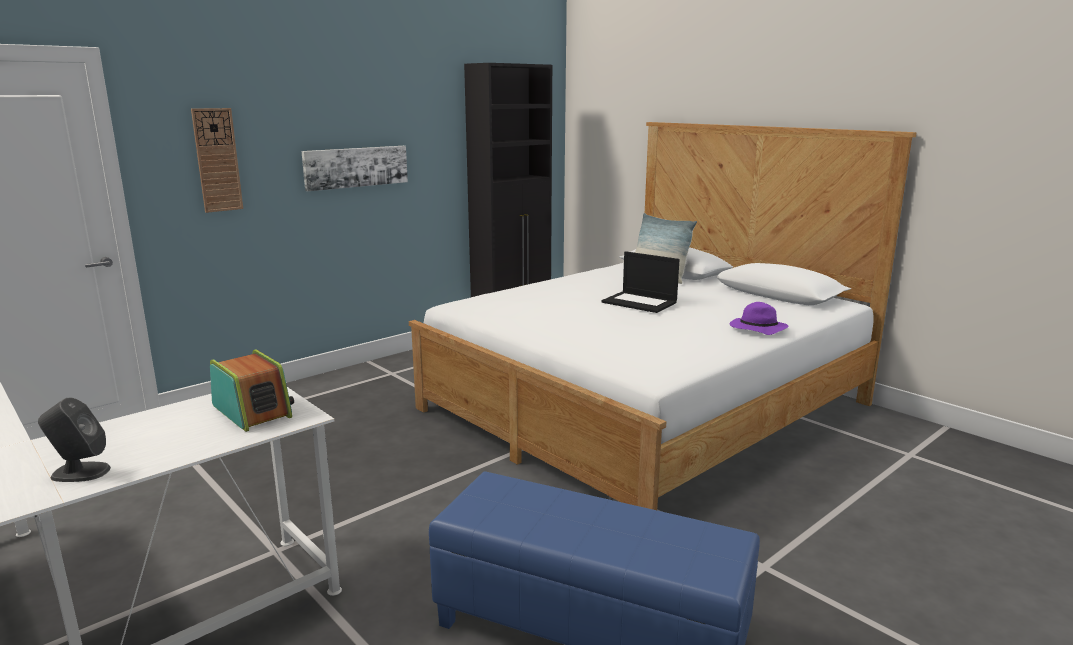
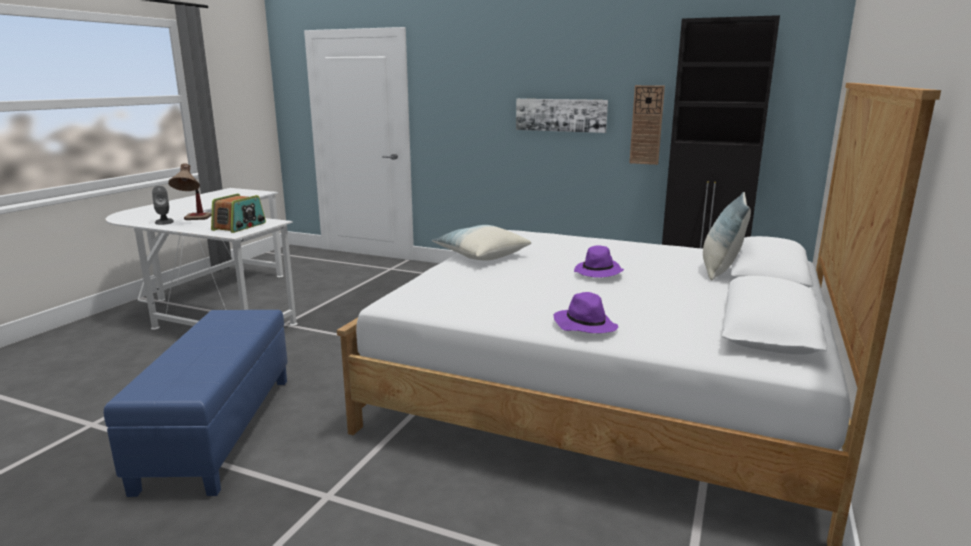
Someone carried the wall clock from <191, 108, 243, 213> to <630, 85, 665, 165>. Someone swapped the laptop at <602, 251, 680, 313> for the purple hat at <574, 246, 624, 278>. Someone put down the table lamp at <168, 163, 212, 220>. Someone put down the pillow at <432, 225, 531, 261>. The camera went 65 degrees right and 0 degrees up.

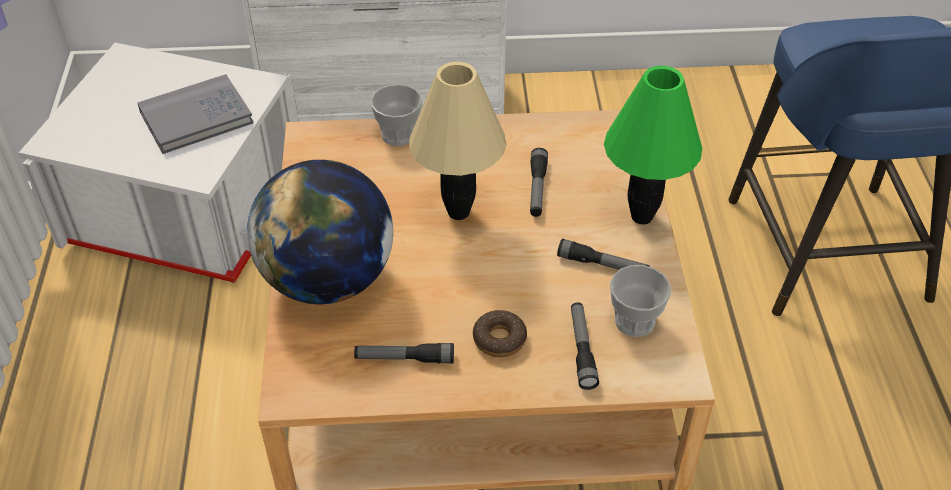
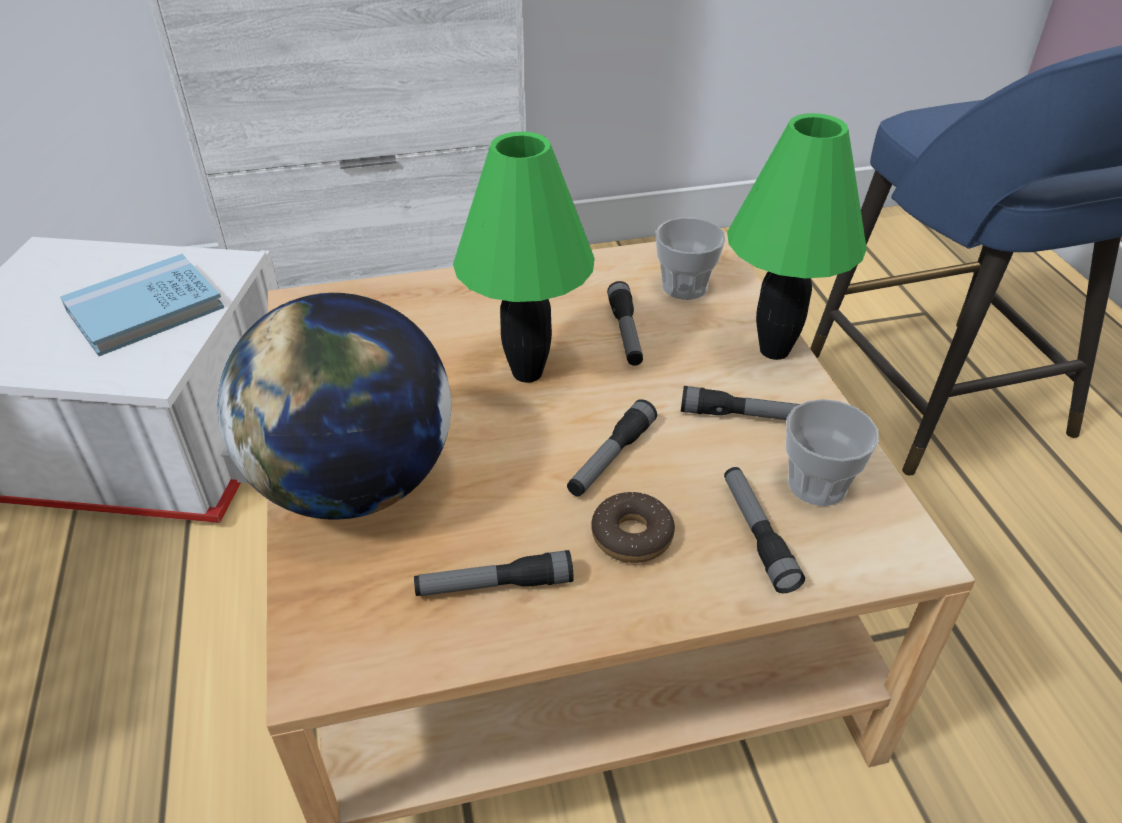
Someone repainted the beige table lamp at <409, 62, 506, 220>, which became the green table lamp at <453, 132, 595, 383>. Someone repainted the grey book at <137, 74, 253, 154>, which became the blue book at <60, 254, 224, 356>. Someone carried the cup from <370, 84, 422, 146> to <656, 217, 725, 300>. Someone put down the flashlight at <567, 399, 657, 496>. The camera went 10 degrees left and 5 degrees down.

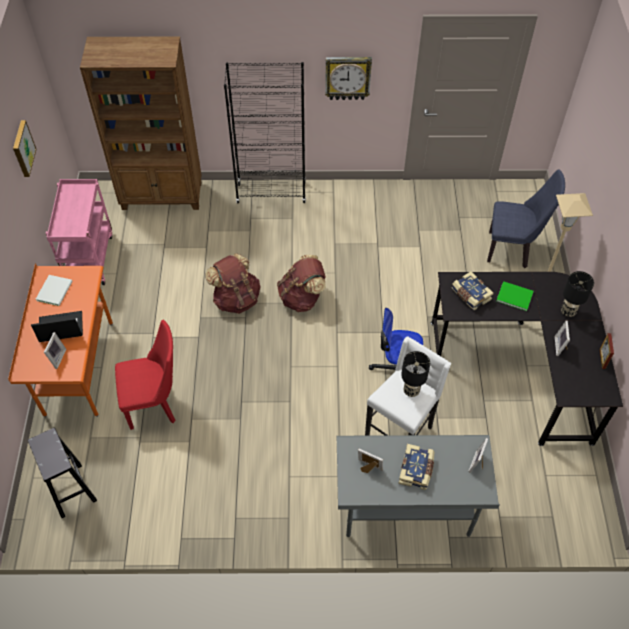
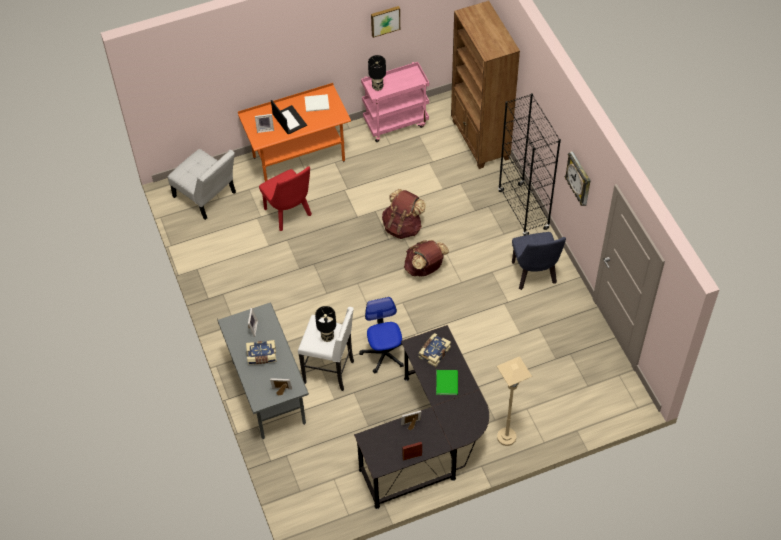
Someone carried the blue chair from <487, 169, 565, 268> to <512, 232, 566, 290>. Someone carried the black table lamp from <561, 271, 594, 317> to <368, 55, 386, 91>. Someone swapped the black stool at <28, 428, 97, 518> for the white chair at <168, 149, 236, 220>. The camera went 70 degrees right and 0 degrees up.

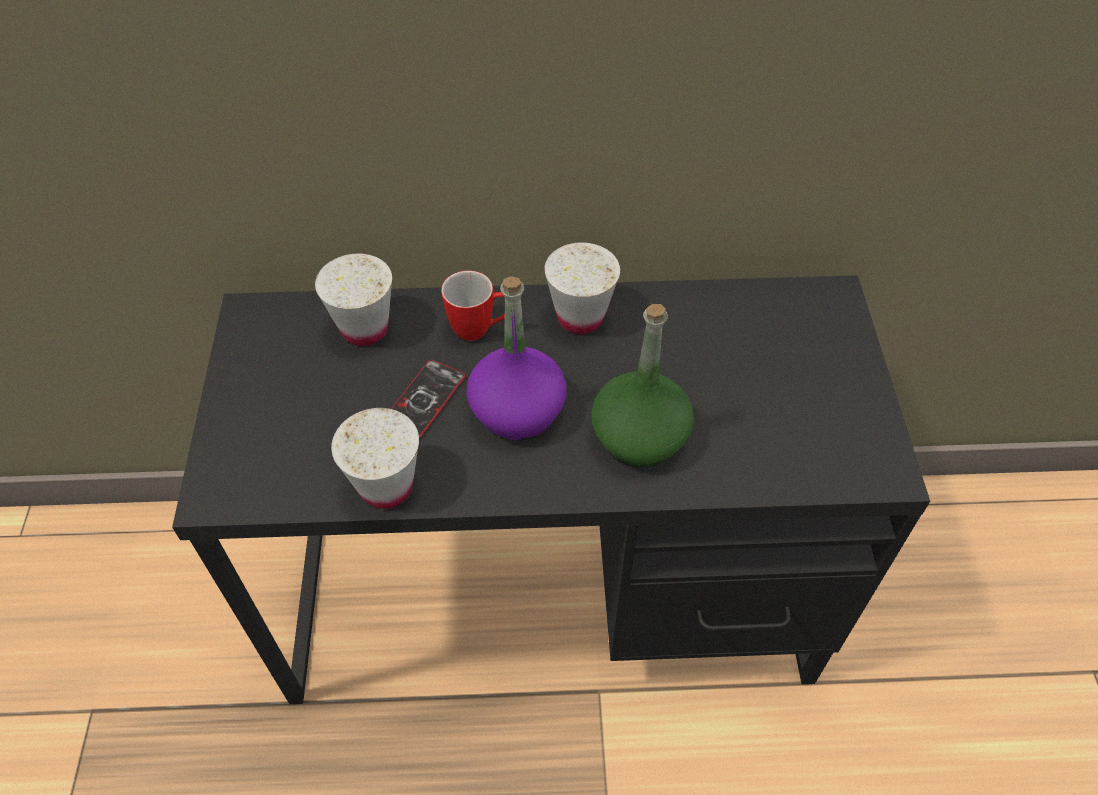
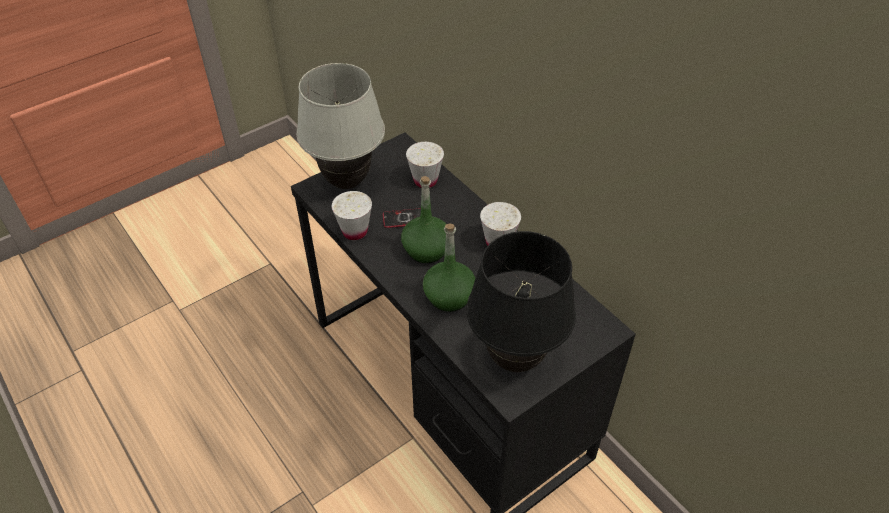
Someone took away the mug at <441, 270, 505, 341>. Someone repainted the purple bottle at <467, 276, 567, 440>, which became the green bottle at <401, 176, 446, 263>. Someone put down the white table lamp at <296, 63, 385, 189>. Someone put down the black table lamp at <467, 231, 576, 372>. The camera went 55 degrees right and 5 degrees down.

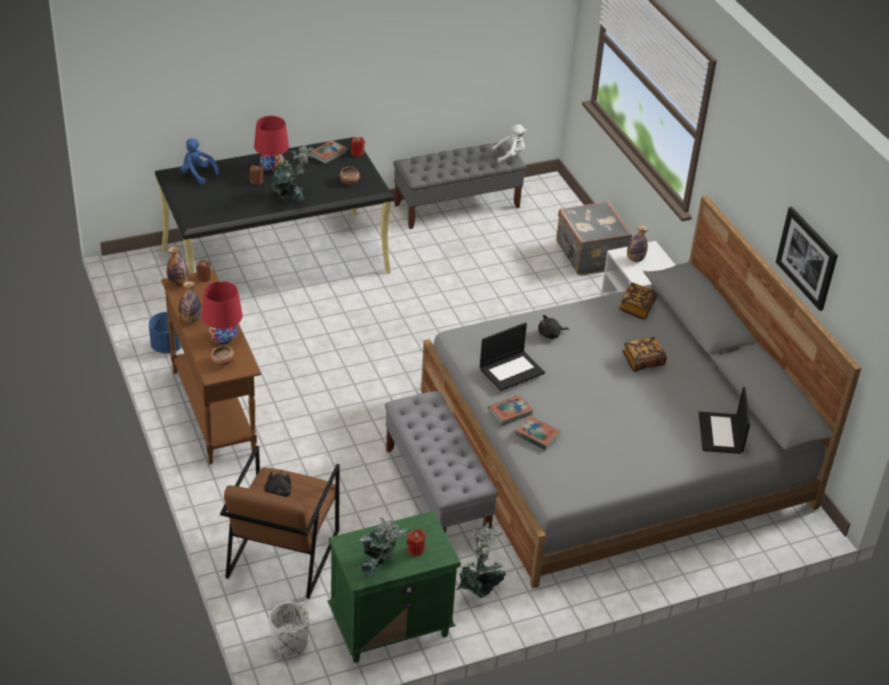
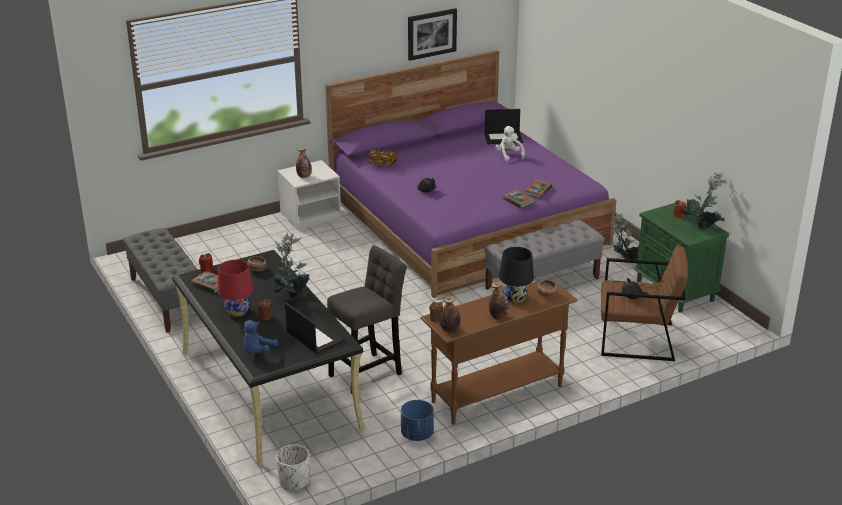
Someone carried the white plush toy from <492, 125, 527, 163> to <495, 126, 525, 161>. Someone repainted the grey bed at <421, 196, 861, 589>, which became the purple bed at <325, 50, 616, 298>. Someone took away the grey suitcase at <556, 201, 632, 276>. Someone repainted the red table lamp at <202, 281, 243, 344>, which became the black table lamp at <499, 247, 534, 303>. Someone carried the laptop from <480, 322, 545, 391> to <285, 302, 345, 354>. Someone took away the book at <622, 337, 667, 372>. Someone carried the white planter from <269, 602, 309, 655> to <275, 444, 309, 490>. Someone put down the grey stool at <327, 245, 407, 394>. The camera went 95 degrees left and 10 degrees down.

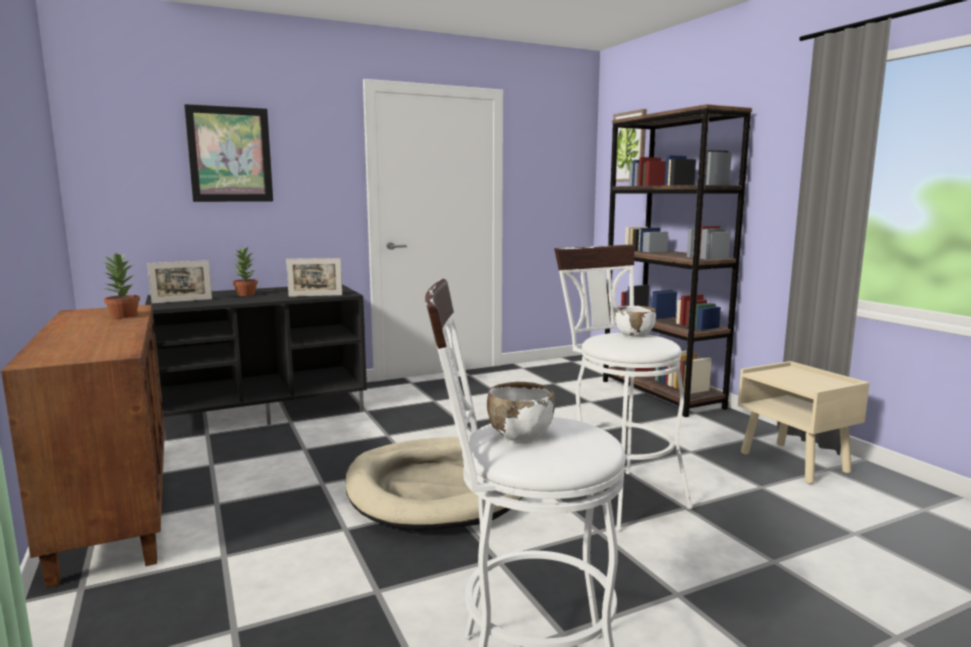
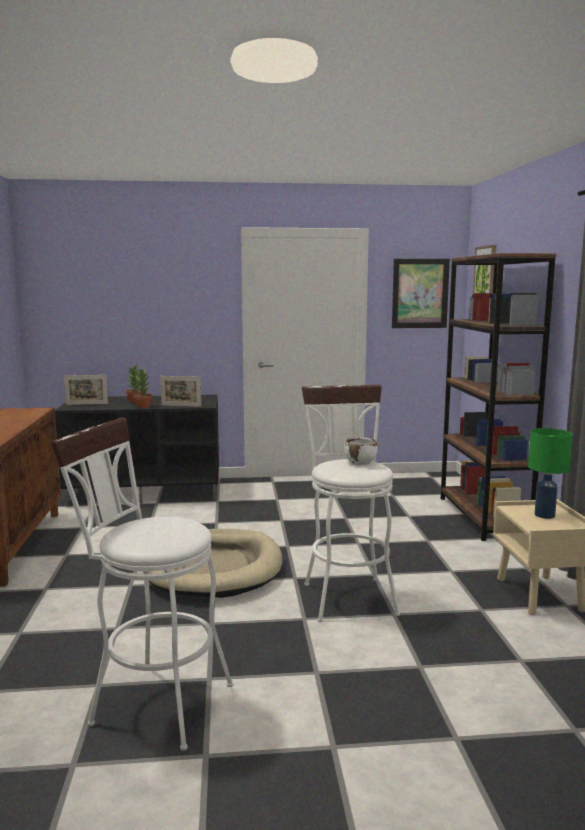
Someone carried the picture from <184, 104, 273, 202> to <392, 259, 450, 328>. Someone carried the potted plant from <102, 253, 140, 318> to <133, 369, 153, 408>. Someone took away the white bowl at <487, 382, 555, 442>. Someone put down the green table lamp at <528, 428, 573, 519>. The camera went 20 degrees right and 0 degrees up.

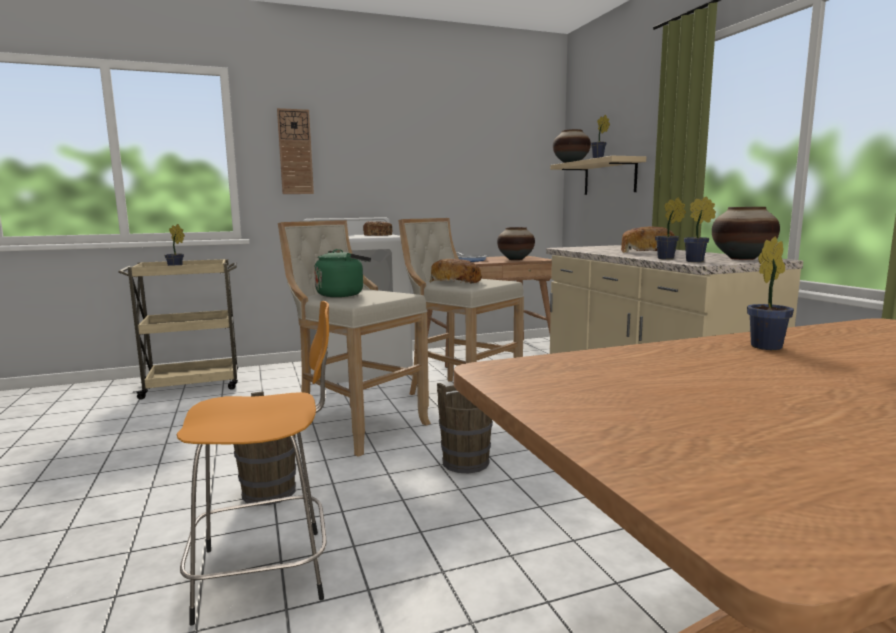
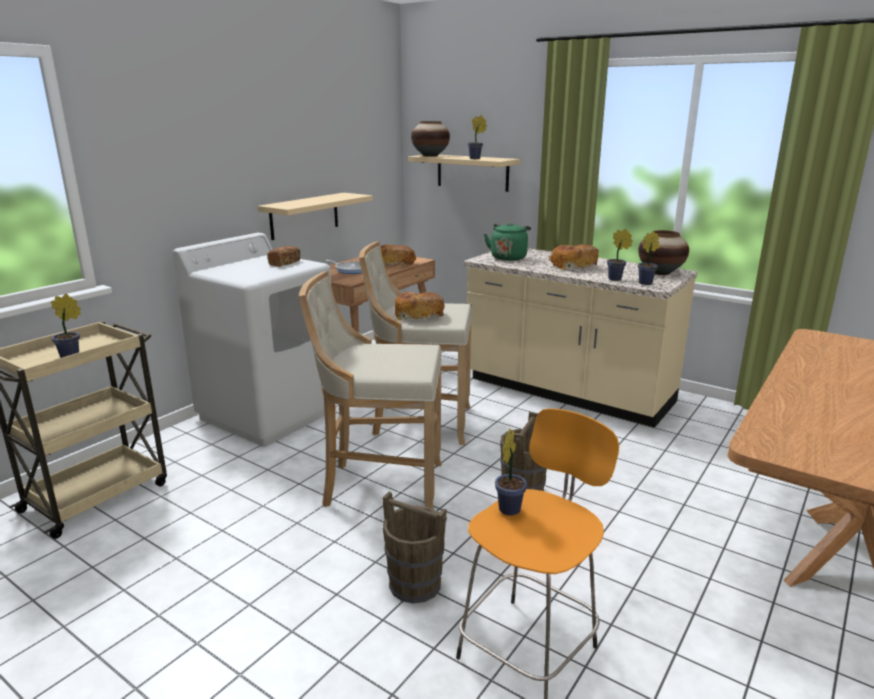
Someone took away the wall clock at <277, 108, 314, 194>. Someone swapped the vase at <497, 227, 535, 260> for the bread at <381, 244, 416, 265>. Someone carried the potted plant from <747, 236, 794, 350> to <495, 429, 527, 515>. Someone carried the green kettle from <314, 249, 371, 297> to <484, 223, 531, 261>. Someone put up the beige shelf at <258, 193, 373, 240>. The camera went 35 degrees left and 10 degrees up.

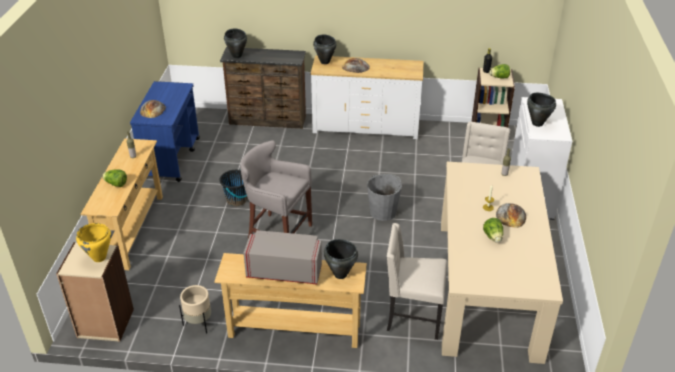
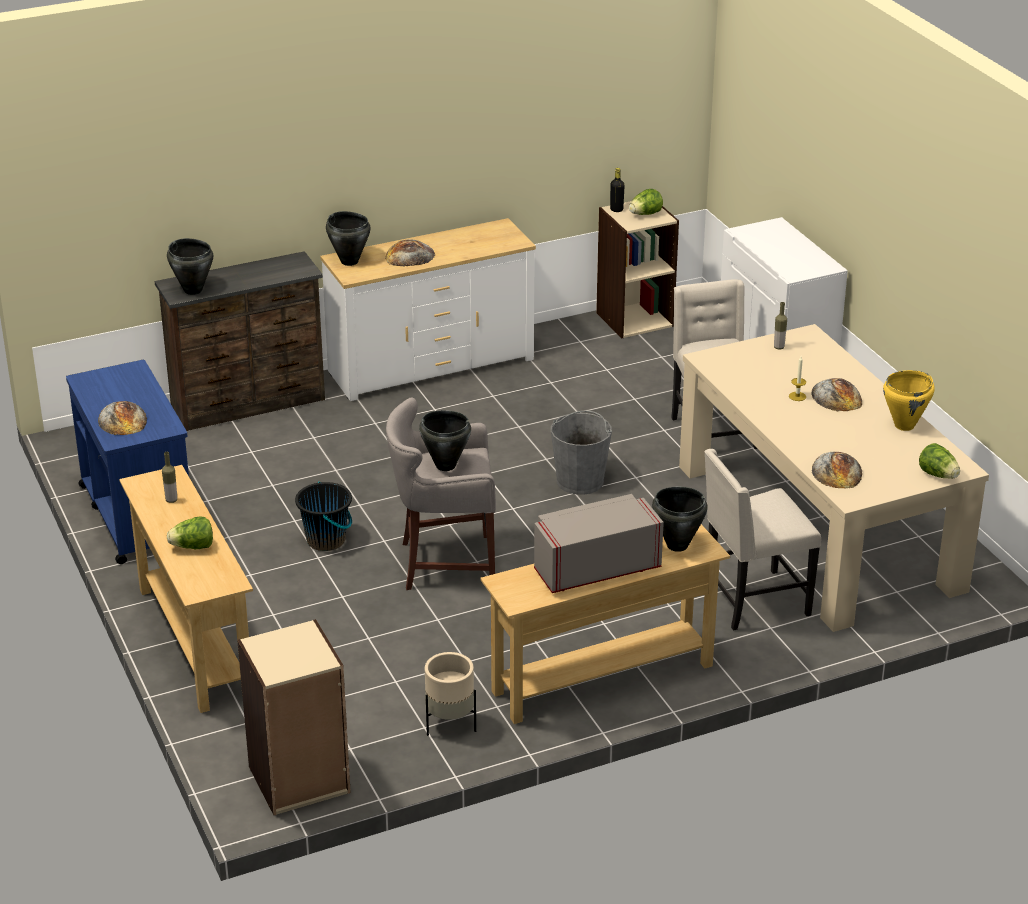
Someone carried the black cooking pot from <527, 93, 556, 127> to <419, 410, 471, 471>. Someone carried the lettuce from <483, 218, 503, 242> to <919, 443, 960, 479>. Someone carried the yellow cooking pot from <76, 223, 111, 262> to <883, 370, 935, 431>. Someone put down the bread at <812, 452, 862, 488>. The camera went 30 degrees left and 5 degrees down.

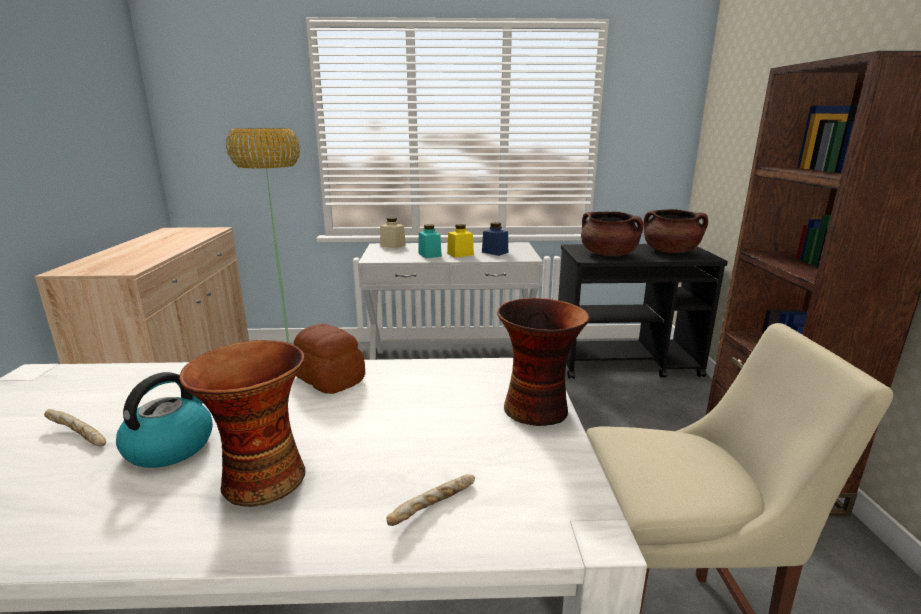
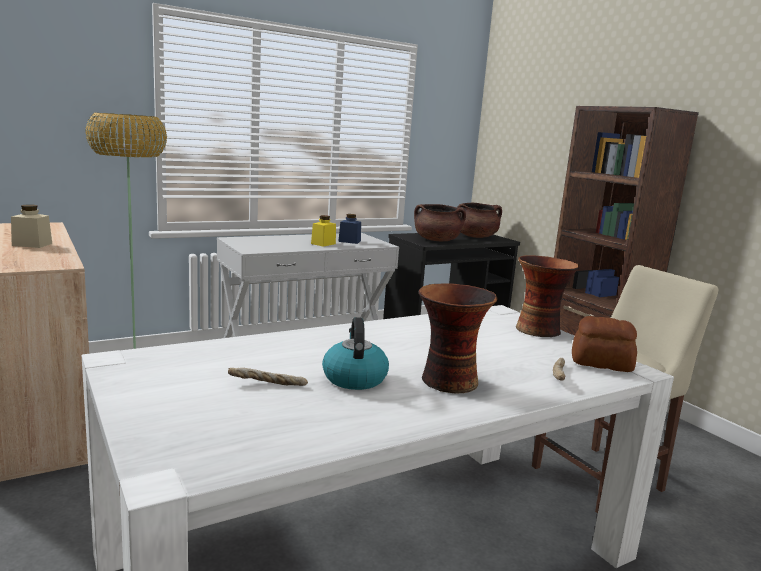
Someone carried the beige jar from <380, 217, 406, 249> to <11, 204, 52, 248>. Someone took away the turquoise jar at <418, 224, 442, 258>. Someone carried the bread from <294, 324, 365, 394> to <572, 316, 637, 372>. The camera went 30 degrees left and 5 degrees down.

